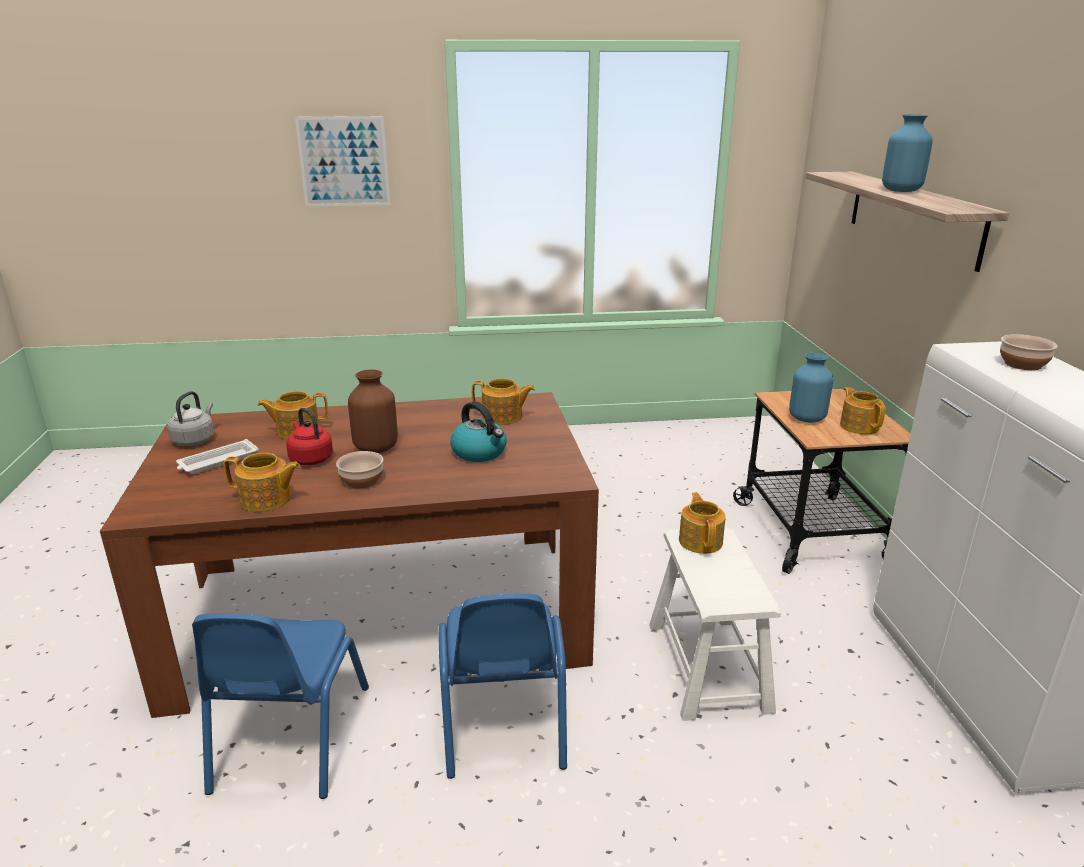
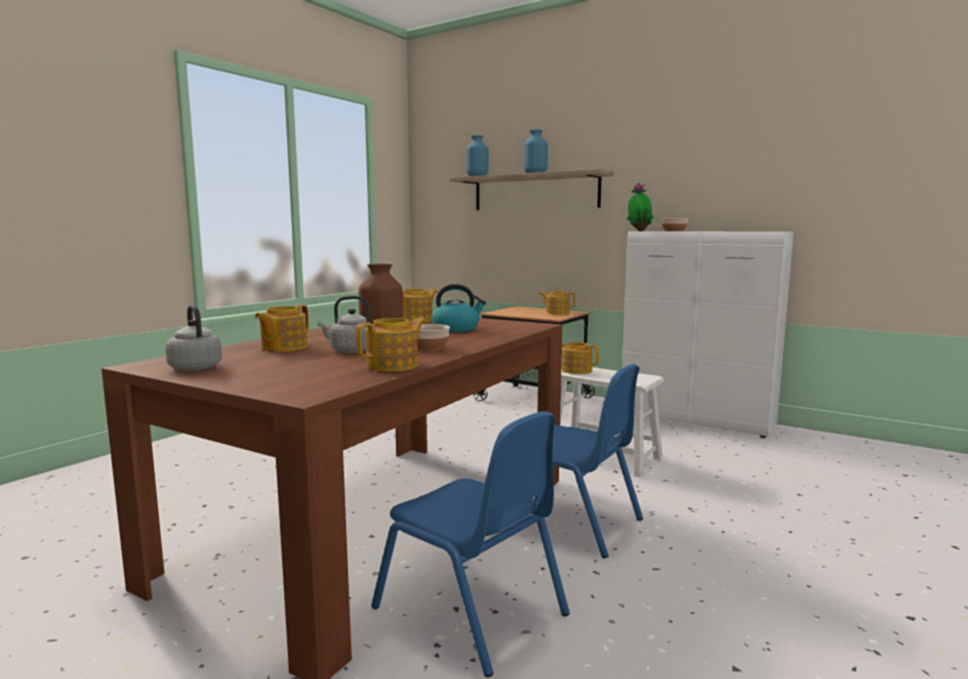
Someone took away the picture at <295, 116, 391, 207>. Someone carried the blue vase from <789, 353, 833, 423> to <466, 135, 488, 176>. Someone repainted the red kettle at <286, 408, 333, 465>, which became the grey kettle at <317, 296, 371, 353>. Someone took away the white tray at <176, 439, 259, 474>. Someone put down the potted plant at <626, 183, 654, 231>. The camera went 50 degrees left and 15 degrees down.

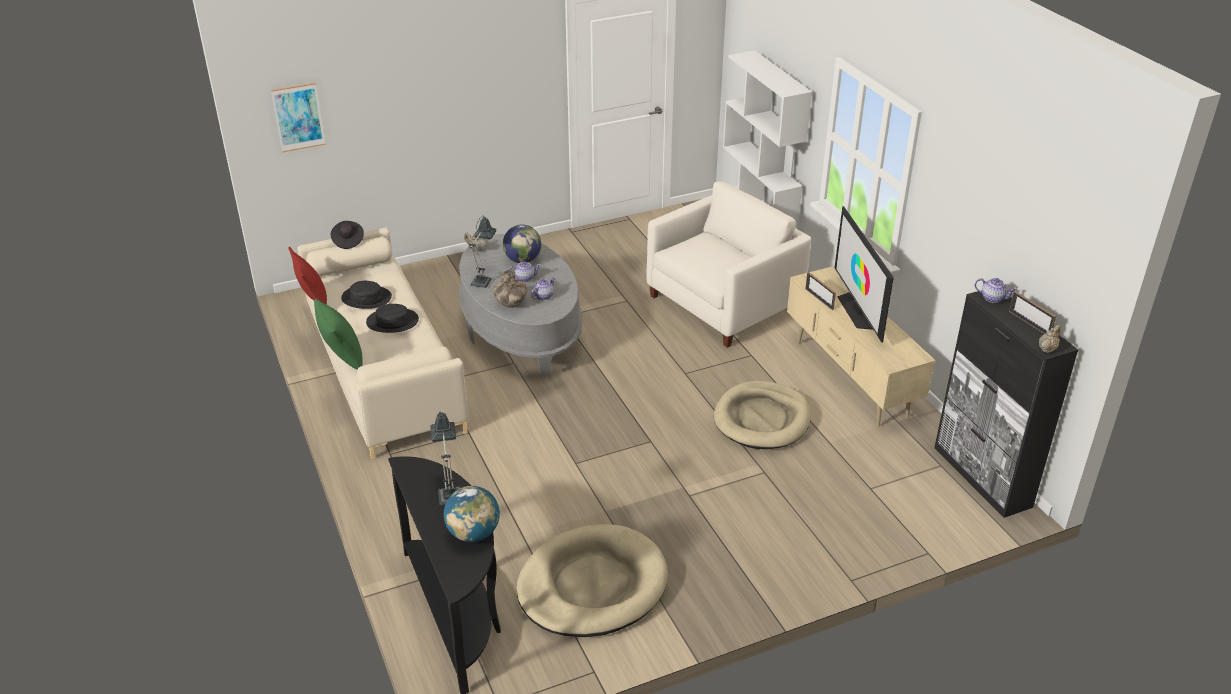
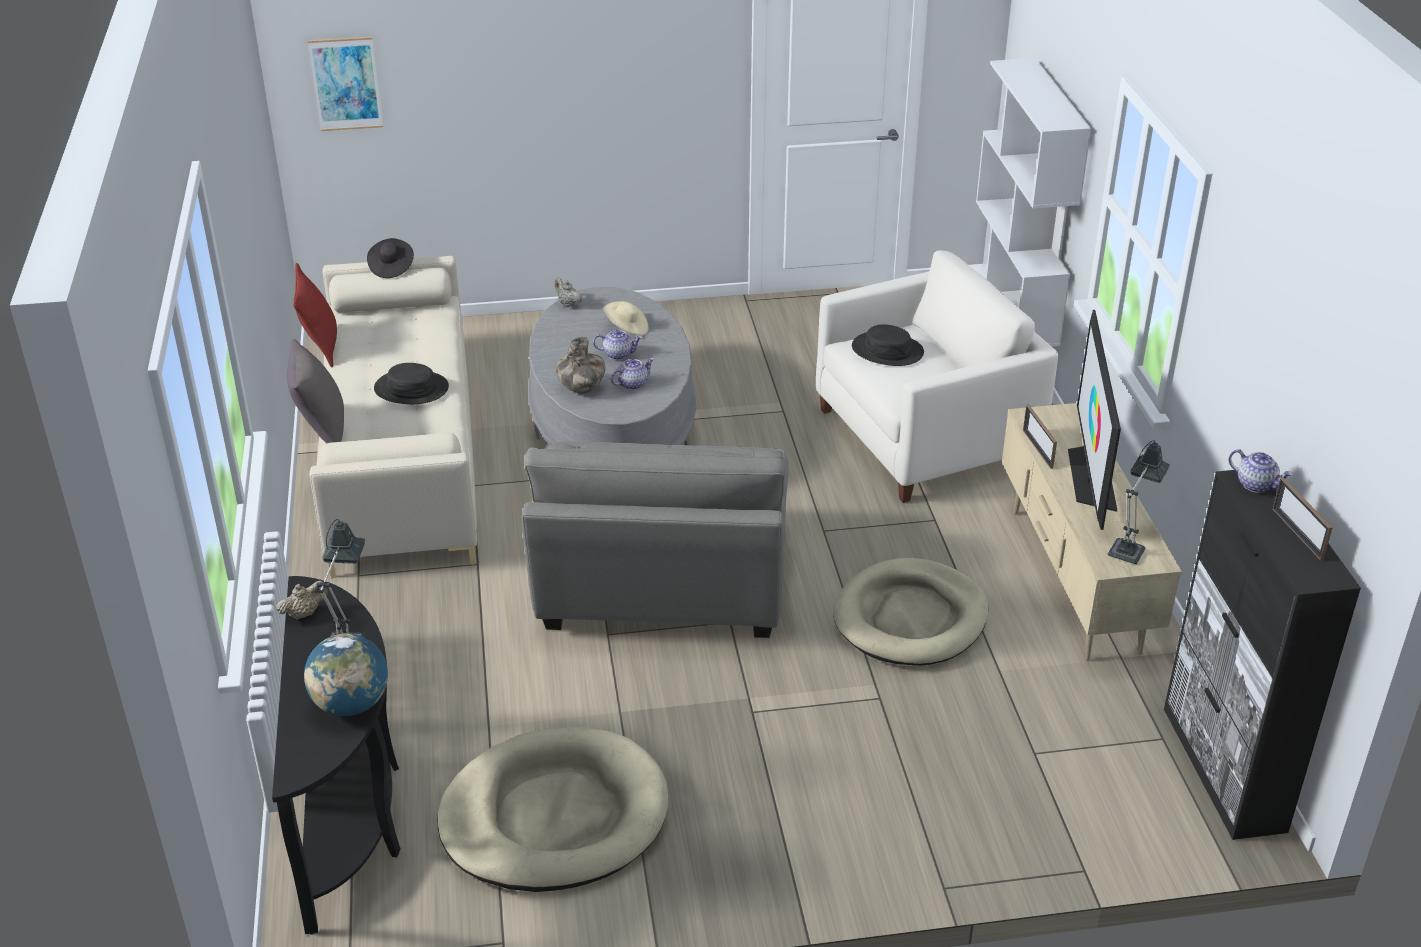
Someone carried the table lamp from <469, 216, 496, 288> to <1108, 440, 1170, 564>. Someone swapped the globe at <503, 225, 541, 263> for the beige hat at <604, 301, 648, 335>. Someone carried the black hat from <341, 281, 392, 309> to <852, 325, 924, 366>. Someone repainted the green pillow at <314, 299, 363, 370>, which became the grey pillow at <287, 339, 344, 443>. Someone carried the beige teapot from <1039, 325, 1061, 353> to <276, 581, 328, 620>. Someone put down the grey armchair at <522, 442, 789, 638>. The camera went 15 degrees right and 0 degrees up.

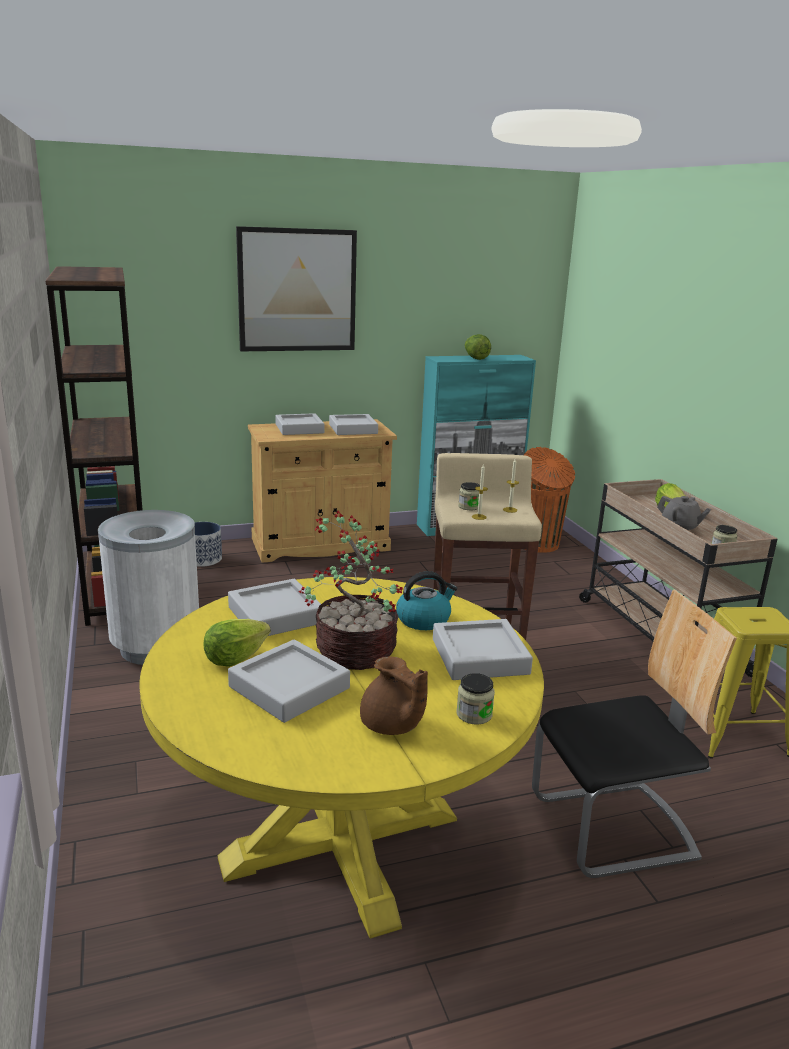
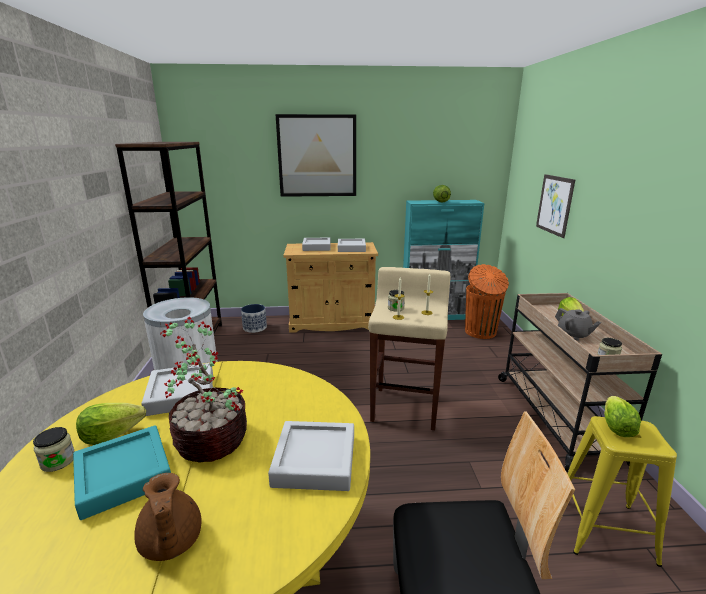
Someone took away the kettle at <396, 571, 457, 630>. Someone repainted the grey tray at <228, 639, 350, 723>, which became the turquoise tray at <73, 425, 171, 520>. Someone carried the jar from <456, 673, 495, 725> to <33, 427, 75, 472>. Someone put up the picture at <536, 174, 575, 238>. Someone put down the lettuce at <604, 396, 641, 437>. The camera went 15 degrees right and 0 degrees up.

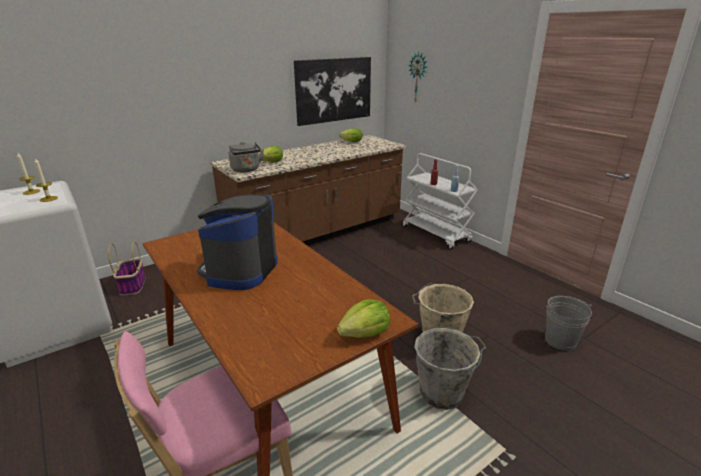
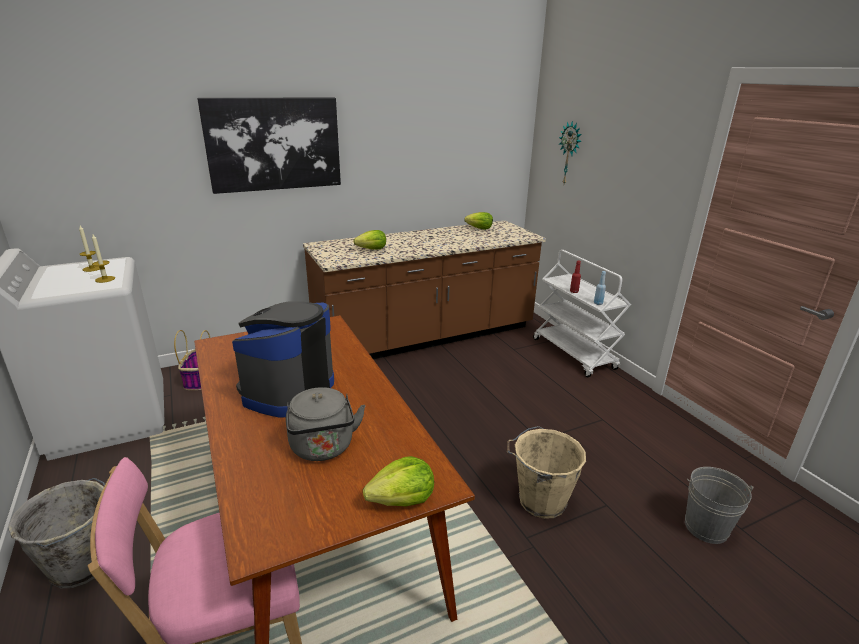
Someone carried the picture from <294, 57, 371, 126> to <197, 98, 341, 194>. Someone carried the grey kettle from <229, 142, 264, 172> to <286, 387, 366, 461>. Someone carried the grey bucket from <414, 326, 486, 410> to <8, 478, 105, 588>. The camera went 10 degrees right and 0 degrees up.

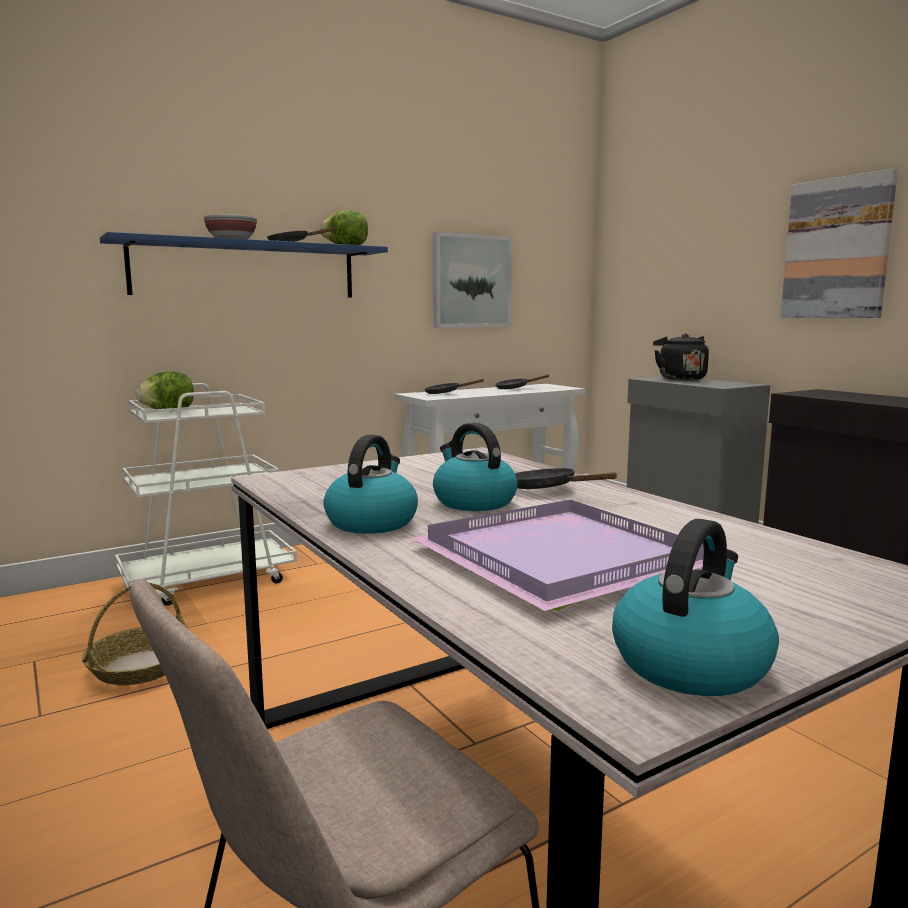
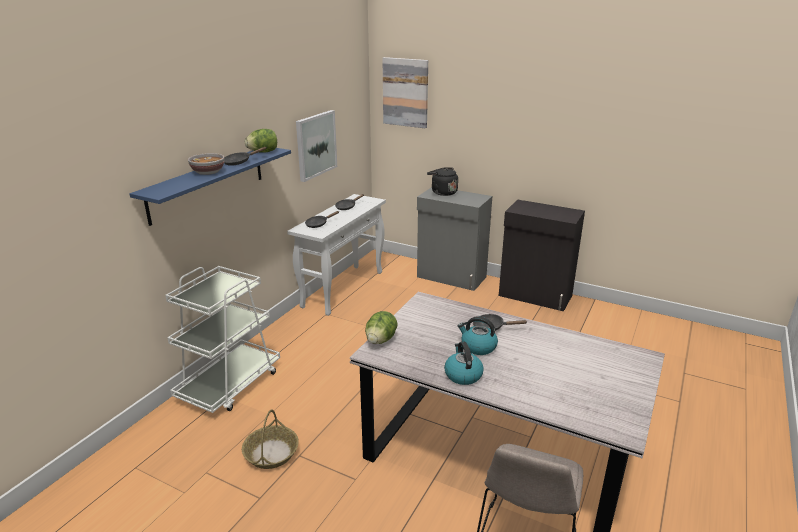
Someone carried the picture from <781, 169, 898, 318> to <383, 57, 428, 128>. Someone carried the lettuce from <136, 371, 194, 409> to <365, 311, 398, 344>. Someone took away the purple tray at <412, 500, 704, 611>. Someone took away the kettle at <612, 519, 779, 696>. The camera went 30 degrees left and 15 degrees up.

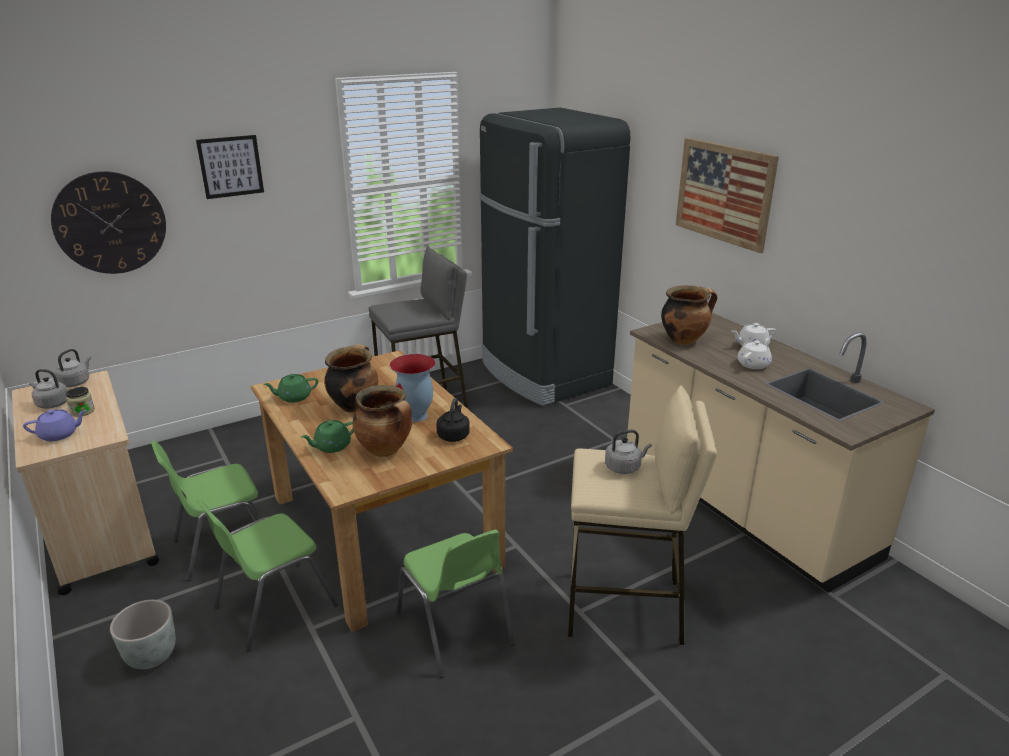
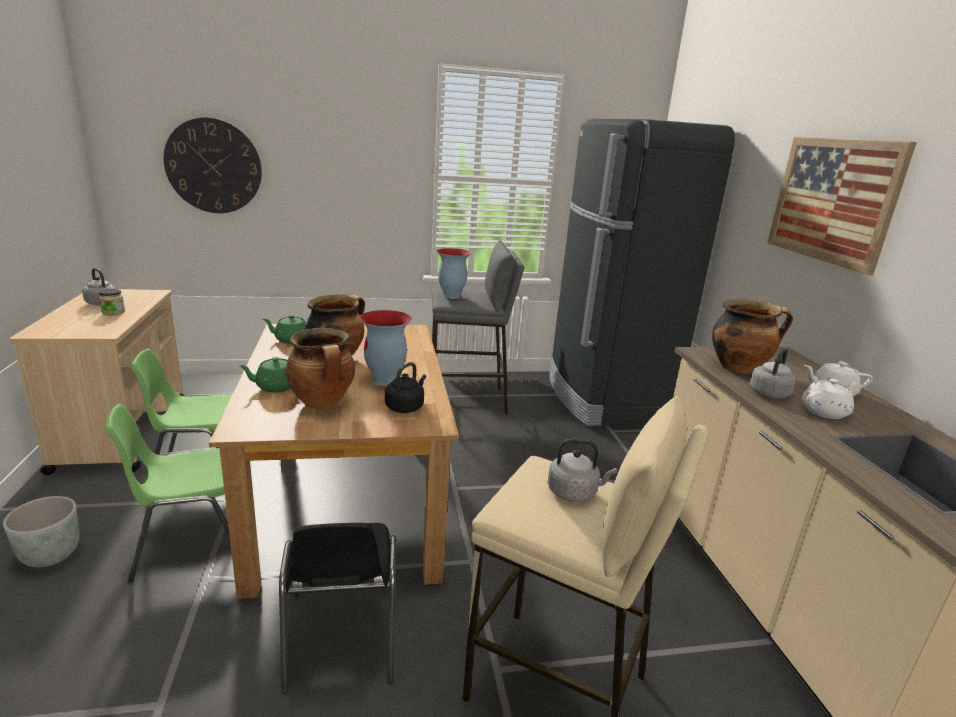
Someone took away the picture at <196, 135, 264, 199>. Someone carried the grey kettle from <54, 349, 91, 387> to <750, 348, 796, 399>. Someone took away the purple teapot at <23, 409, 87, 441>. Someone repainted the green chair at <397, 530, 515, 678>, which became the black chair at <279, 523, 396, 694>. Someone put down the vase at <437, 248, 471, 299>. The camera went 20 degrees right and 5 degrees down.

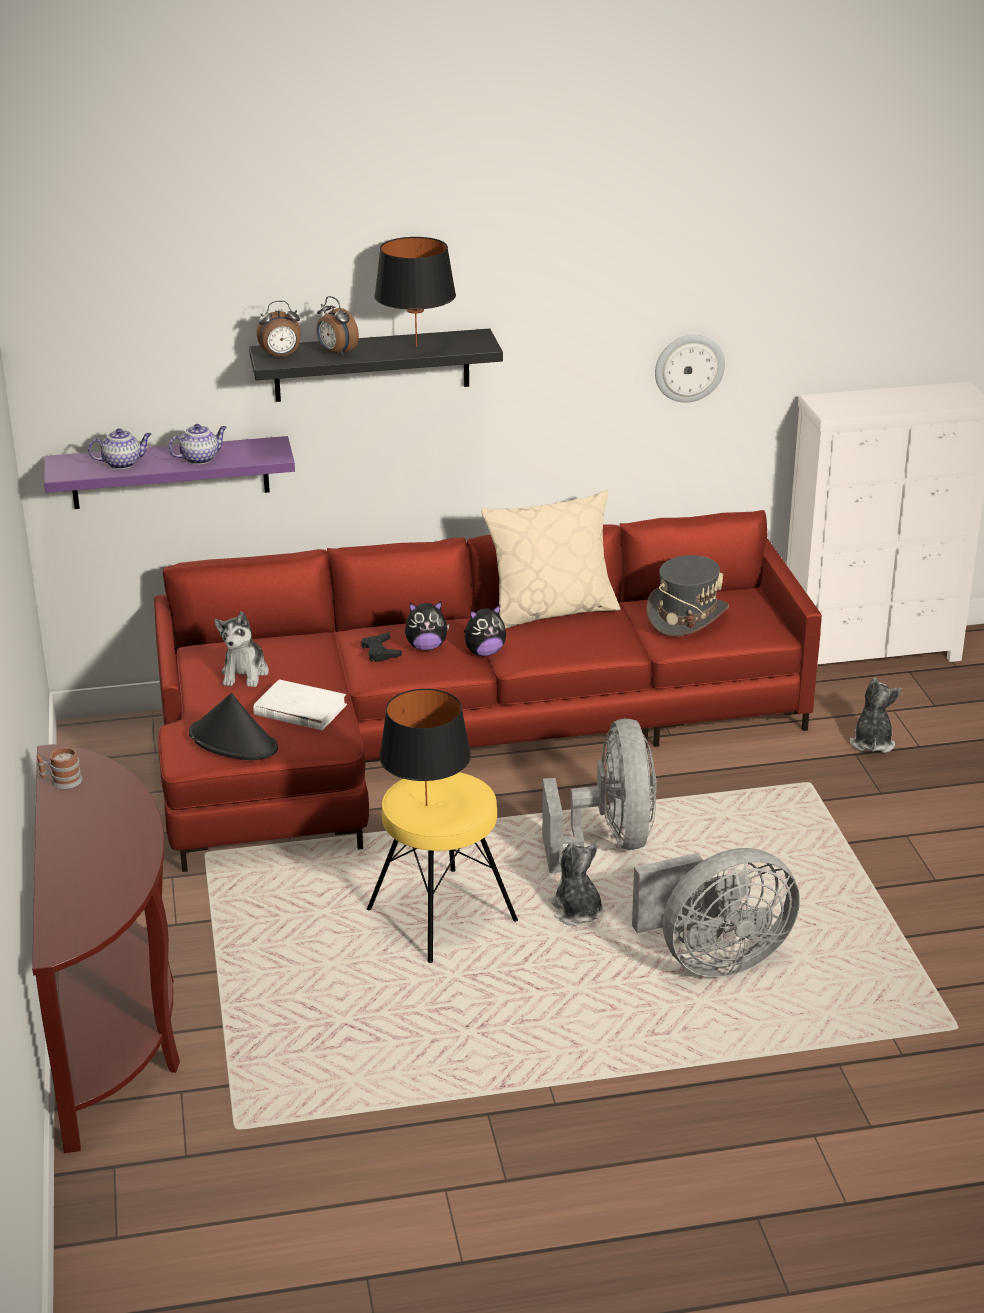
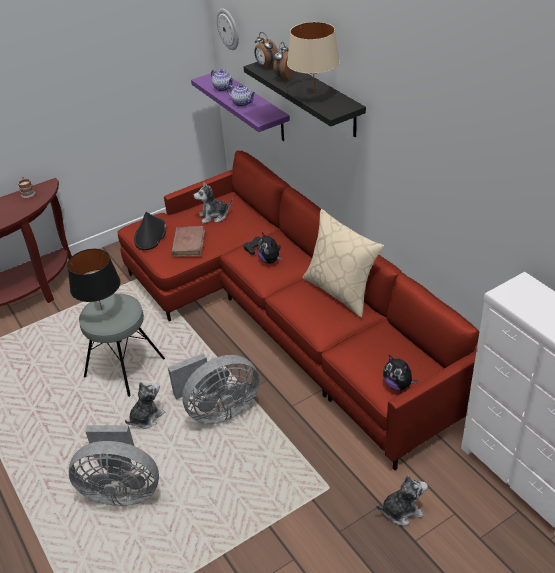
Someone repainted the black table lamp at <374, 237, 456, 347>, which became the beige table lamp at <287, 22, 340, 95>. Someone carried the wall clock from <655, 335, 725, 403> to <217, 8, 239, 50>. Someone took away the grey hat at <646, 555, 729, 637>. Someone carried the plush toy from <464, 605, 506, 656> to <383, 355, 418, 391>. Someone repainted the white book at <253, 679, 347, 731>, which became the brown book at <171, 226, 205, 257>. Someone repainted the yellow stool at <367, 772, 518, 963>, which became the grey stool at <79, 293, 165, 397>. Someone rotated the grey fan at <632, 848, 800, 977> by 45 degrees counterclockwise. The camera went 70 degrees right and 10 degrees up.

